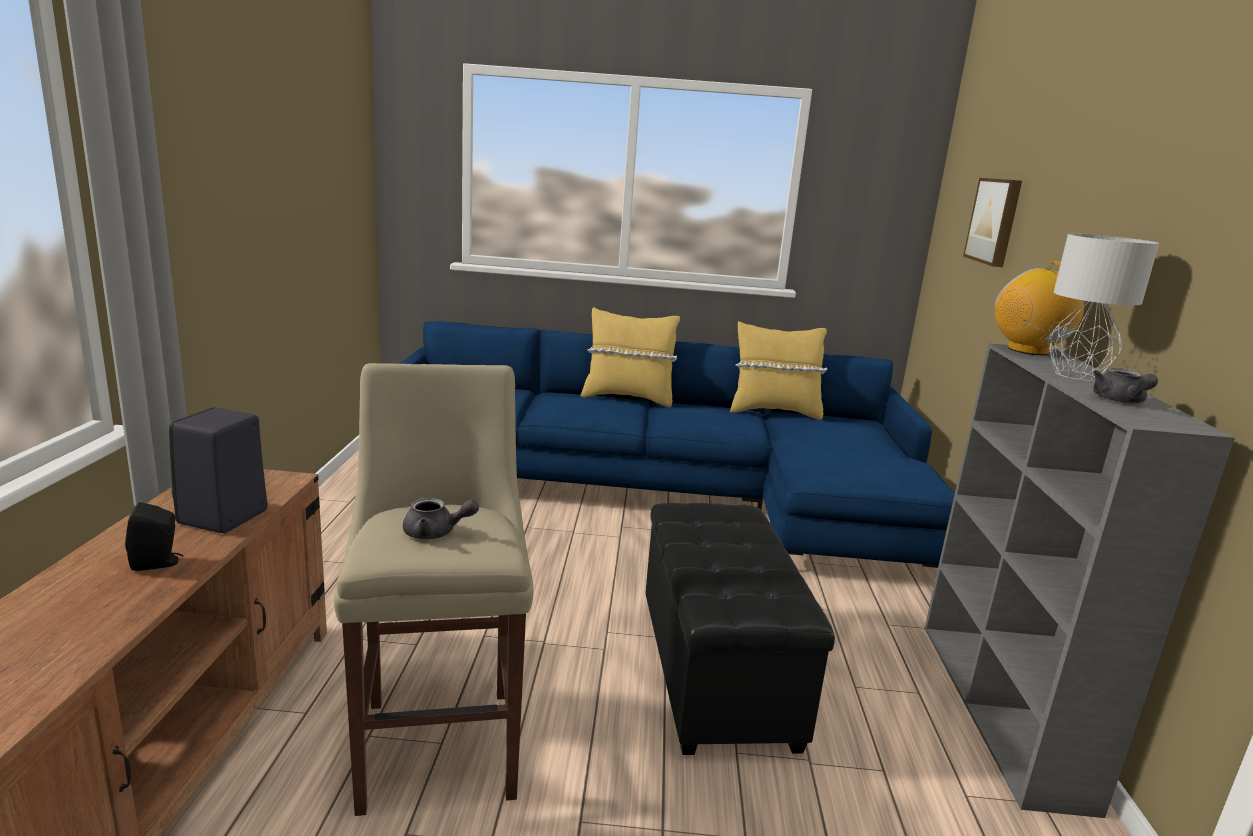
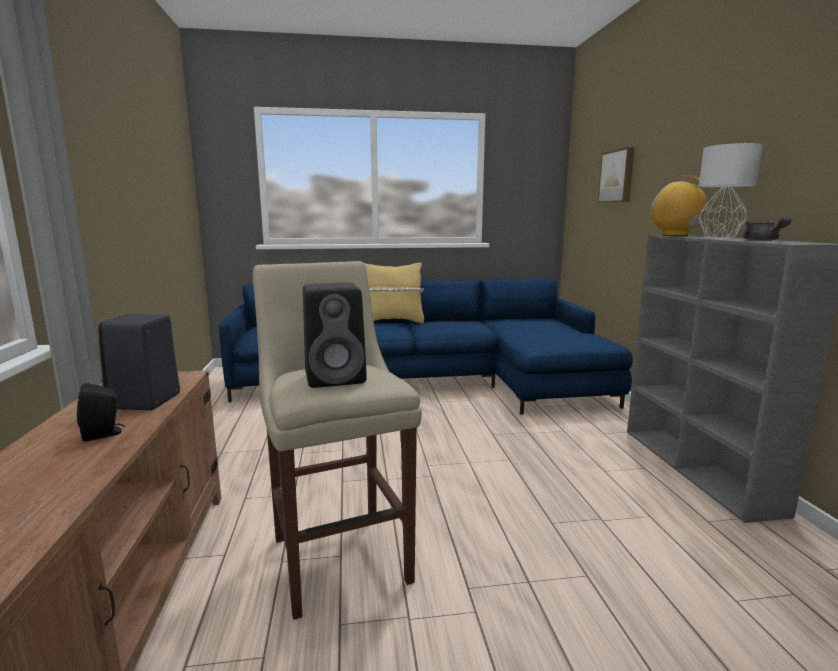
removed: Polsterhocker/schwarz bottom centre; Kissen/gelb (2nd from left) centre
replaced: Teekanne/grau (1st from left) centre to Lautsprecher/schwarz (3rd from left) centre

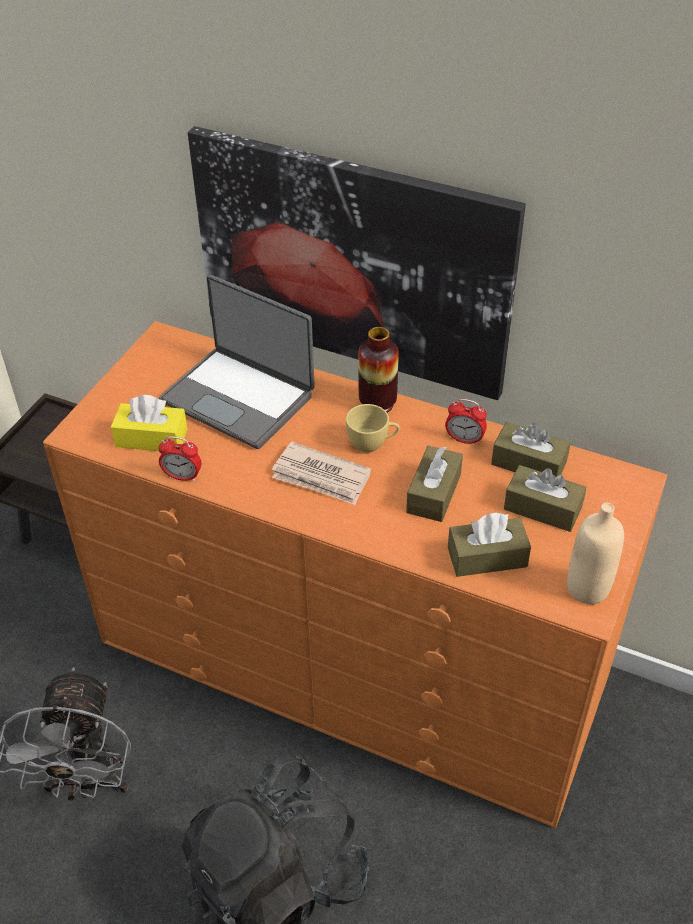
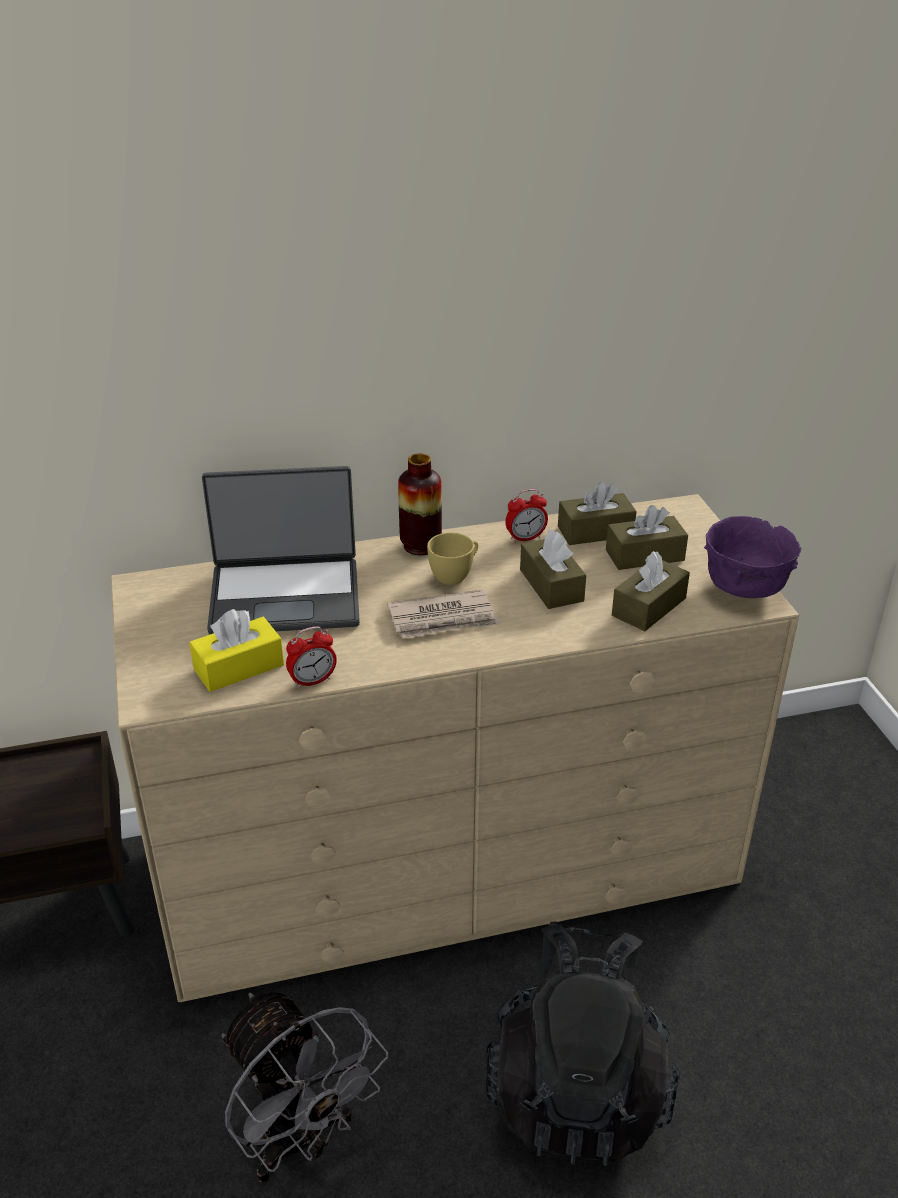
removed: Bild top centre
replaced: Flasche/beige middle right to Schüssel/lila middle right
recoloured: Kommode/orange centre to Kommode/beige centre

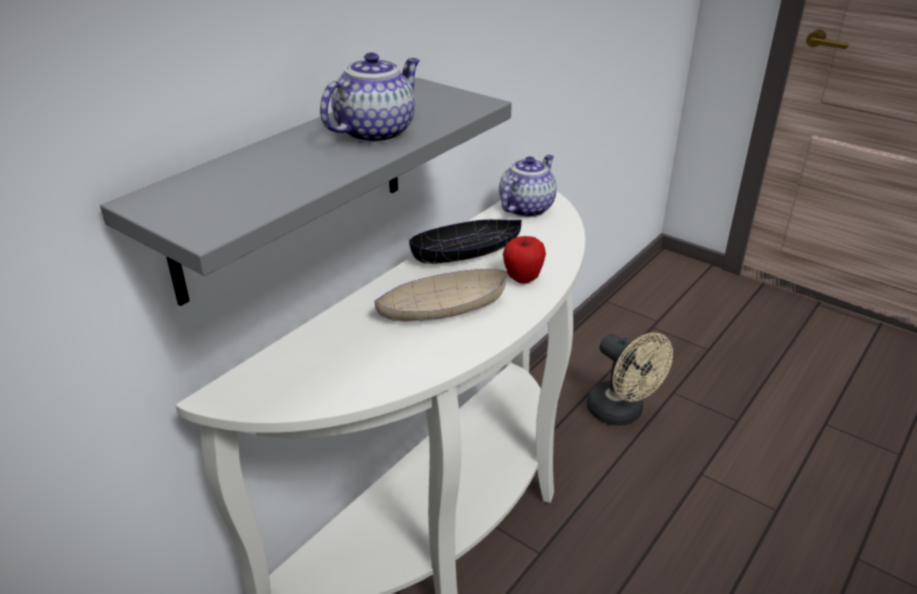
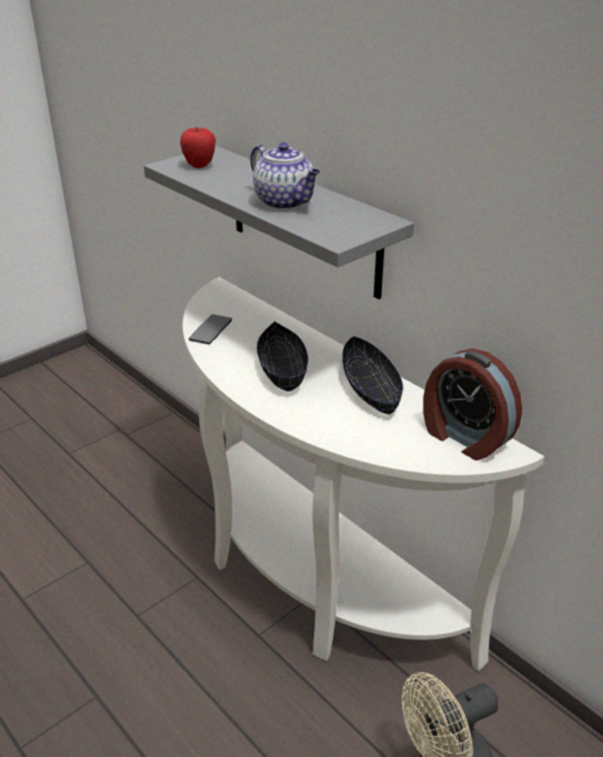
added: Handy centre
moved: Apfel centre to top left
replaced: Teekanne (2nd from left) top centre to Wecker middle right
recoloured: Schüssel/beige centre to Schüssel/schwarz (1st from left) centre

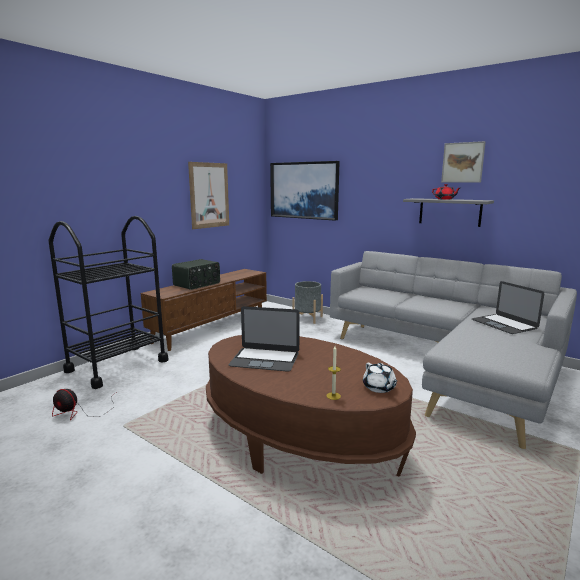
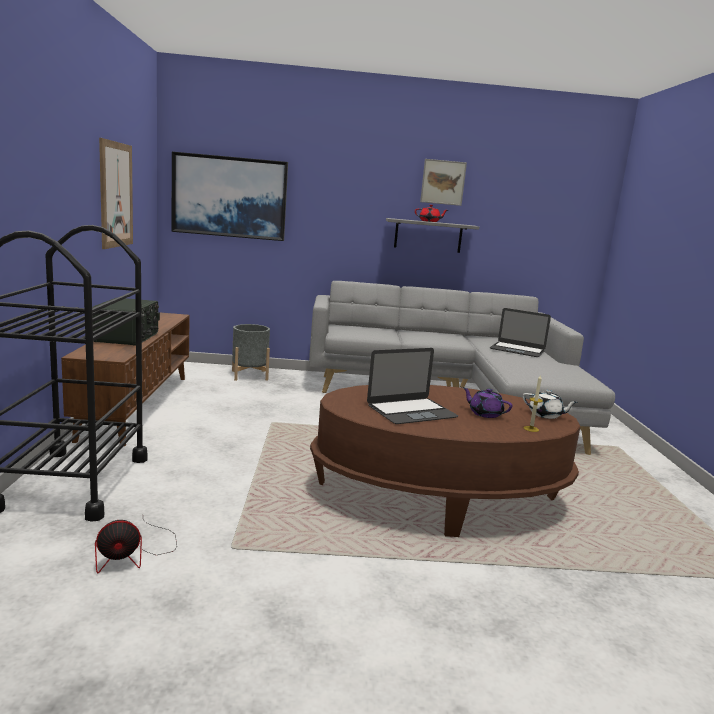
added: Teekanne/lila middle right

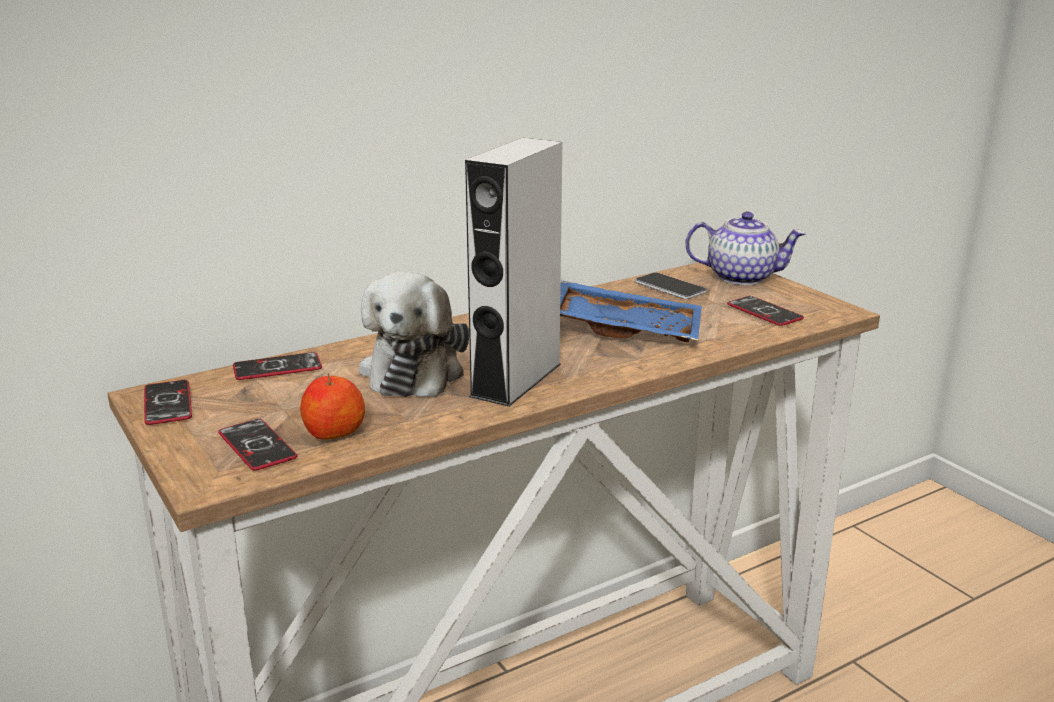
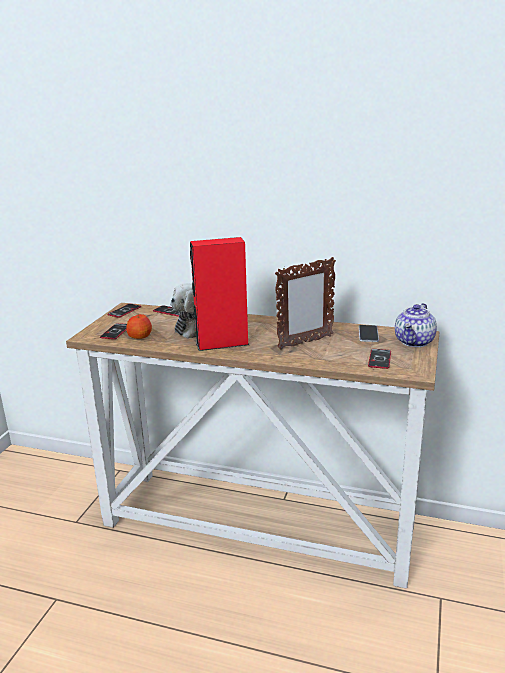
replaced: Tablett/blau centre to Bilderrahmen centre
recoloured: Lautsprecher/grau centre to Lautsprecher/rot centre
turned: Teekanne middle right = middle right 60 degrees clockwise

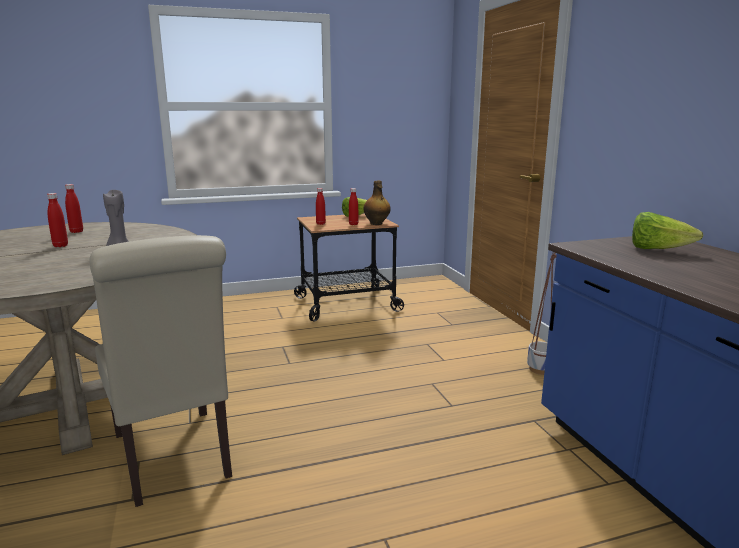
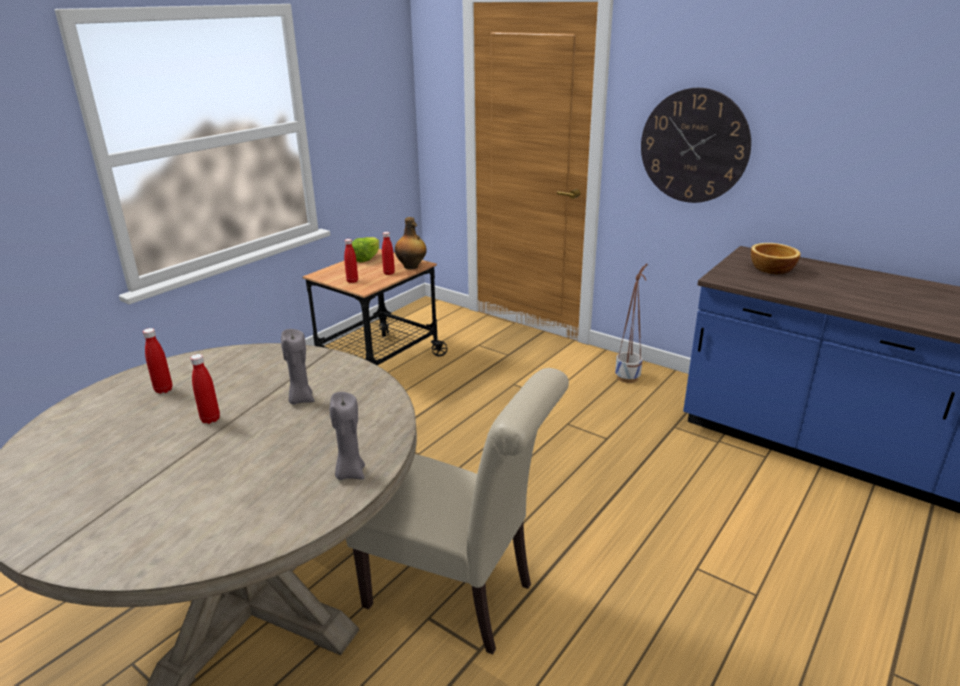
added: Kerze/grau (2nd from left) centre; Wanduhr top right
replaced: Salatkopf (2nd from left) middle right to Schüssel middle right

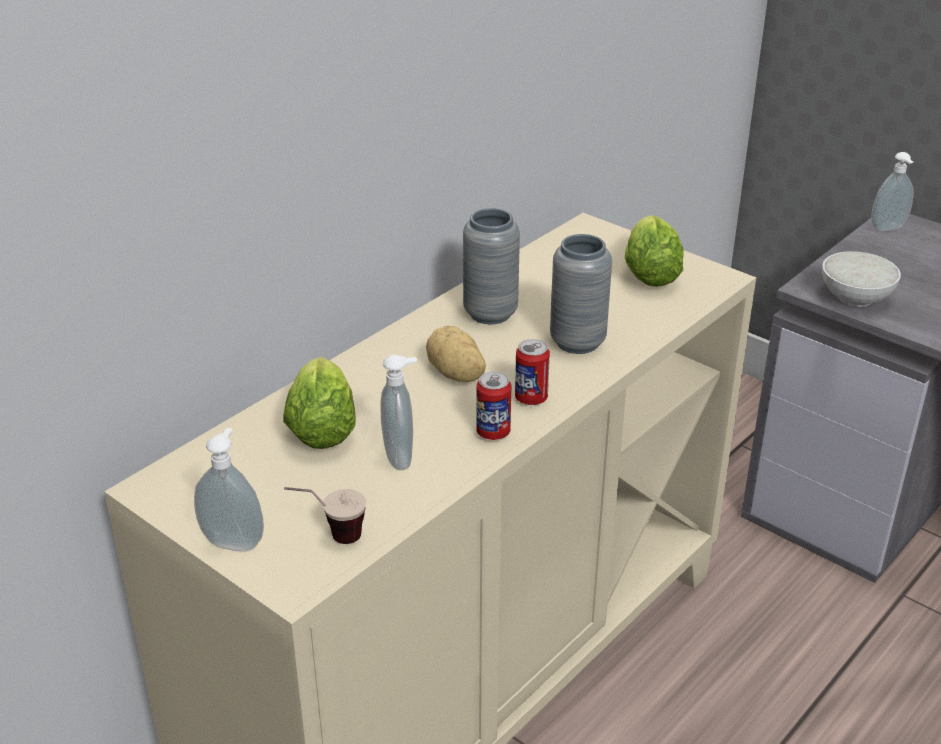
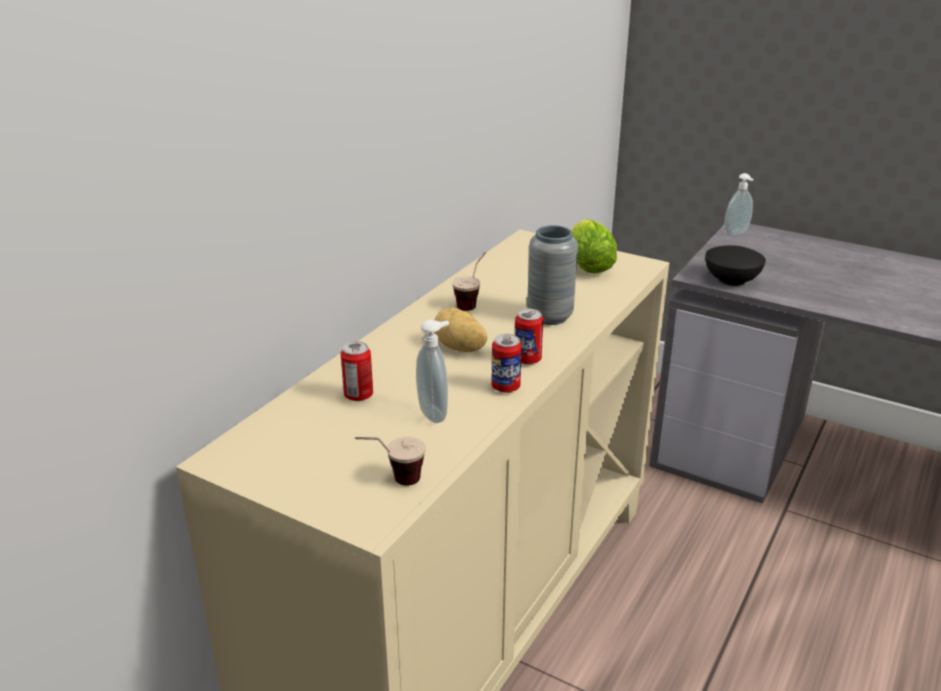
removed: Seifenspender (1st from left) middle left
replaced: Salatkopf (1st from left) centre to Dose (1st from left) centre; Vase/grau (1st from left) centre to Tasse (2nd from left) centre
recoloured: Schüssel/weiß middle right to Schüssel/schwarz middle right

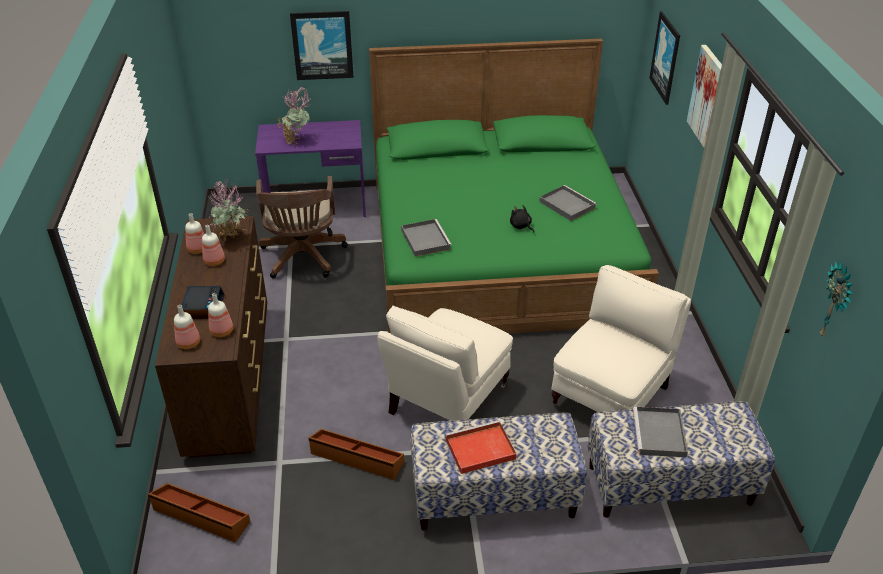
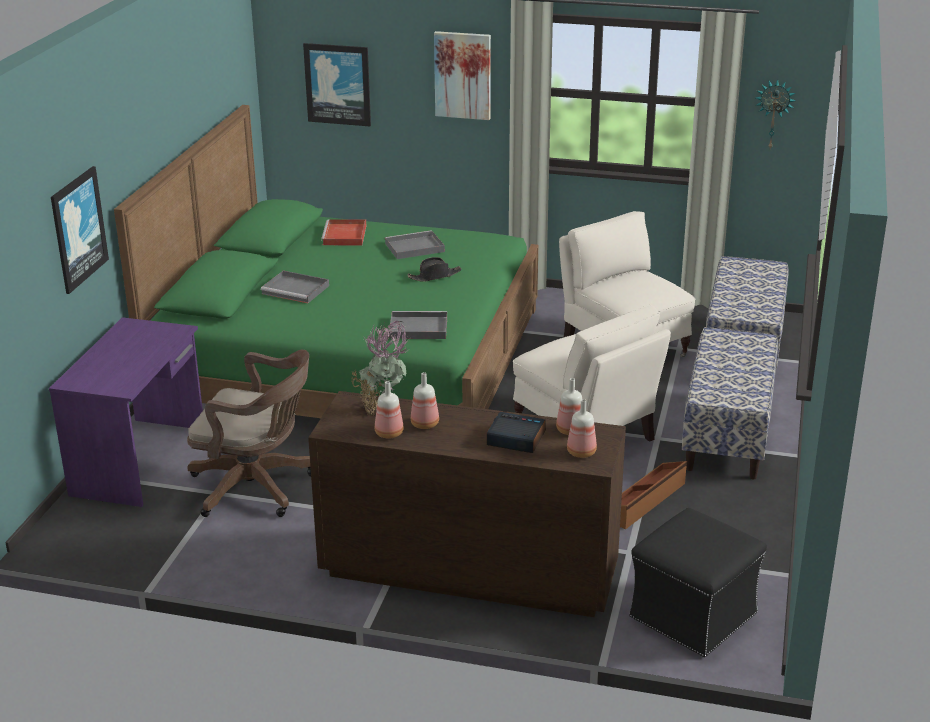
removed: Topfpflanze (2nd from left) top left
moved: Tablett/rot bottom centre to top centre; Tablett/grau (3rd from left in the first image) bottom right to Tablett/grau (1st from left) middle left
replaced: Aufbewahrungsbox/braun (1st from left) bottom left to Polsterhocker/schwarz bottom right; Plüschtier/schwarz centre to Hut/schwarz centre

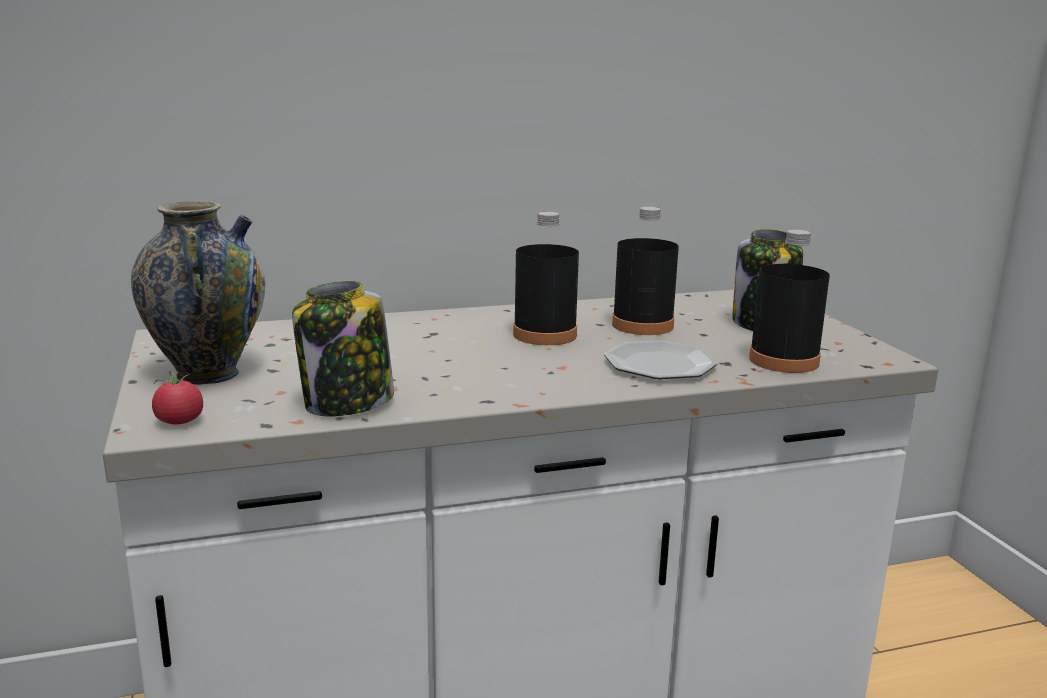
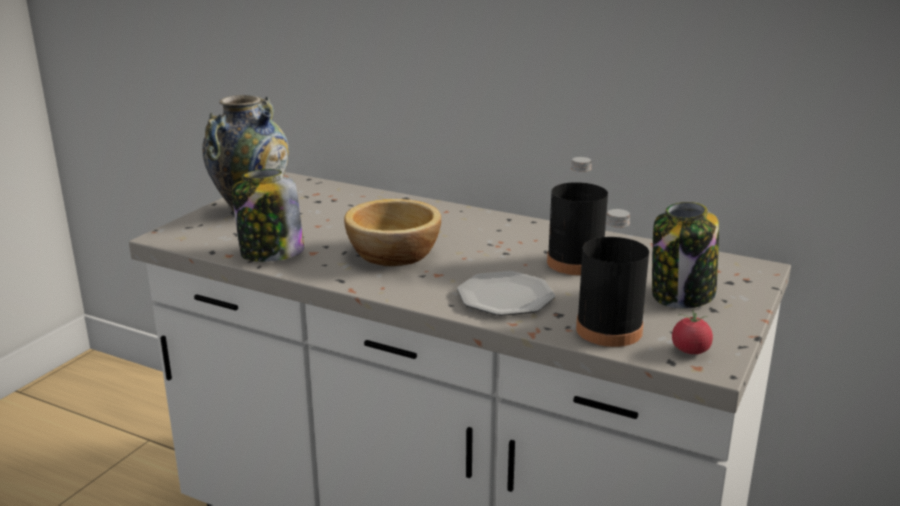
removed: Flasche/schwarz (1st from left) centre
added: Schüssel centre
moved: Tomate middle left to middle right

